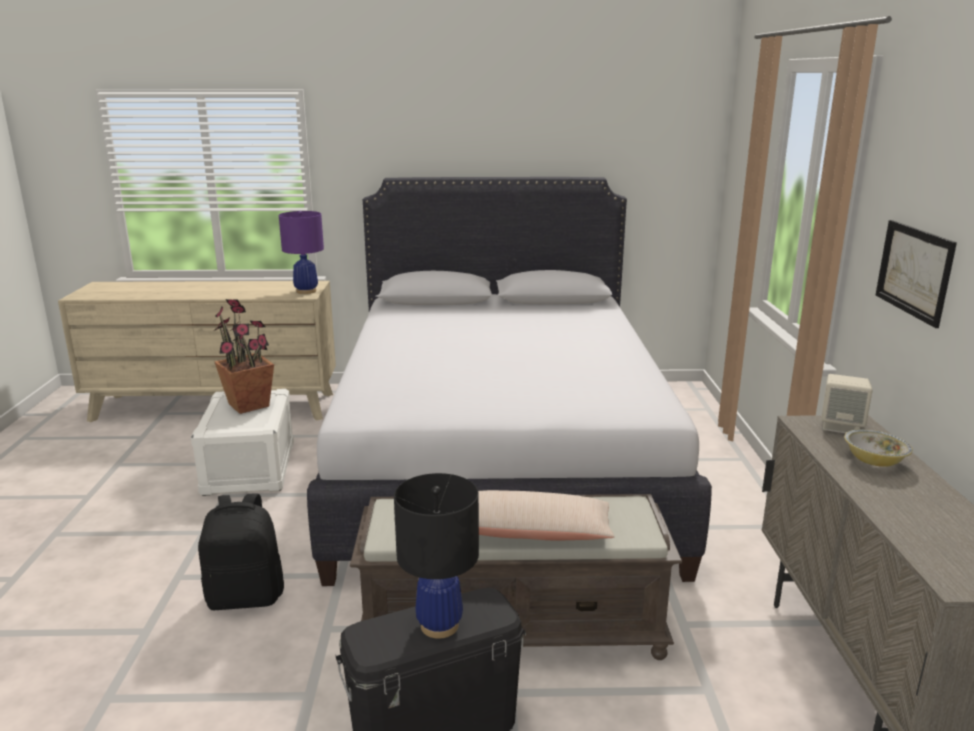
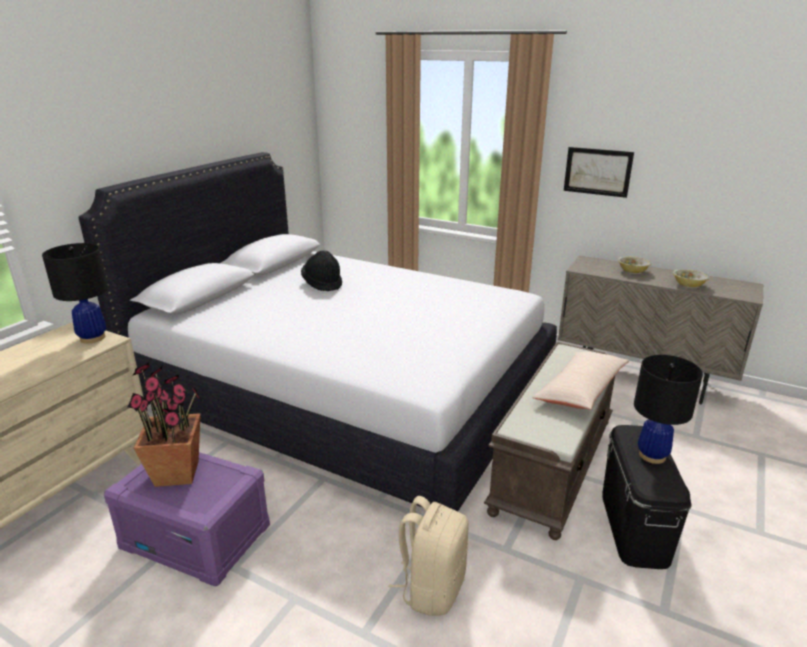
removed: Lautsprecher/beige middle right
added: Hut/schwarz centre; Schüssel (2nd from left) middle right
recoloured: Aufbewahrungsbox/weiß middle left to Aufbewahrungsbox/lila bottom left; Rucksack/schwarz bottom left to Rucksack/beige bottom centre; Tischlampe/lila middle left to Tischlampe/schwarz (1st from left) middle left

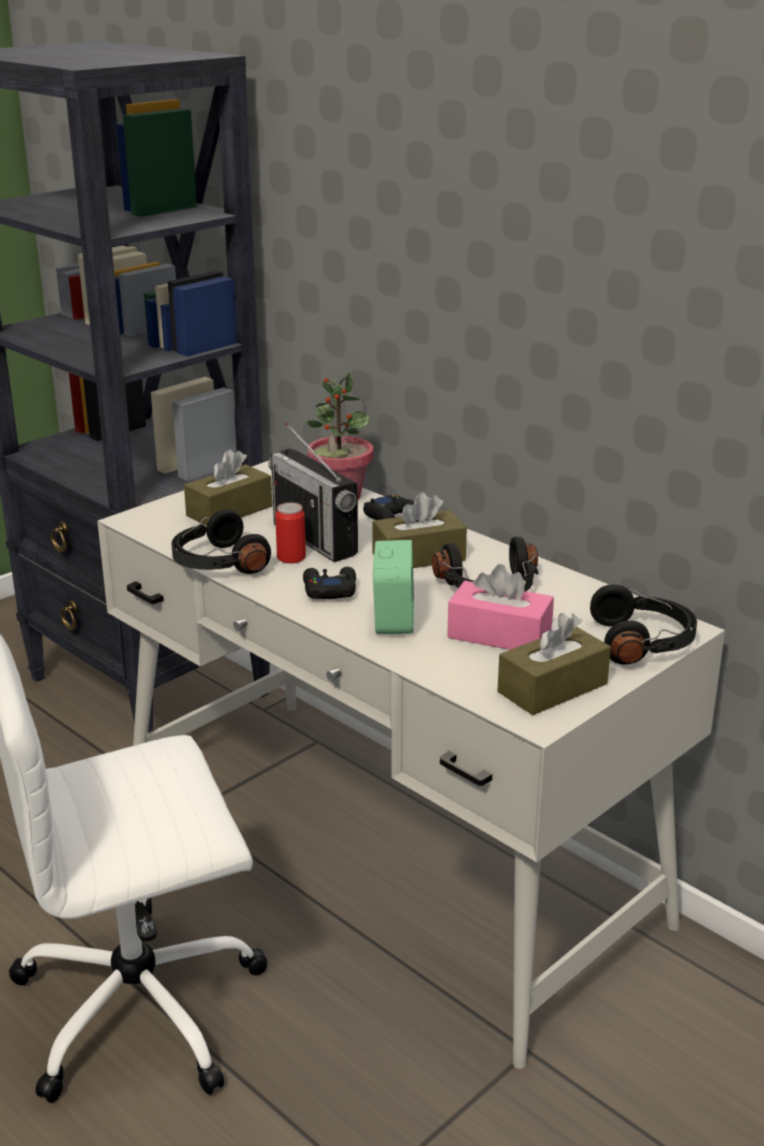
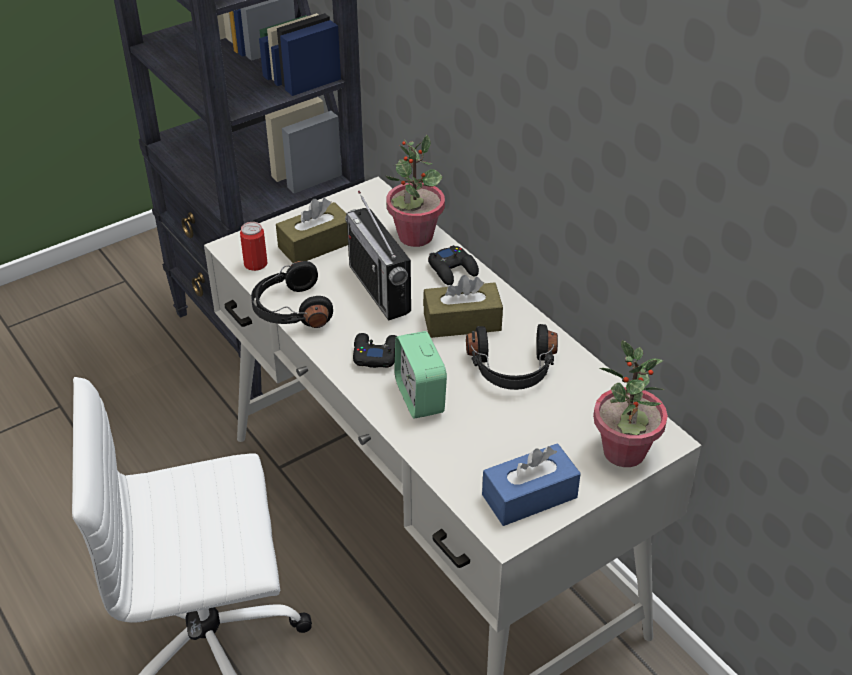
removed: Taschentuchbox/rosa centre
moved: Dose centre to middle left
replaced: Kopfhörer/schwarz (3rd from left) middle right to Topfpflanze (2nd from left) middle right
recoloured: Taschentuchbox/braun (3rd from left) middle right to Taschentuchbox/blau bottom centre
turned: Wecker centre = centre 150 degrees clockwise

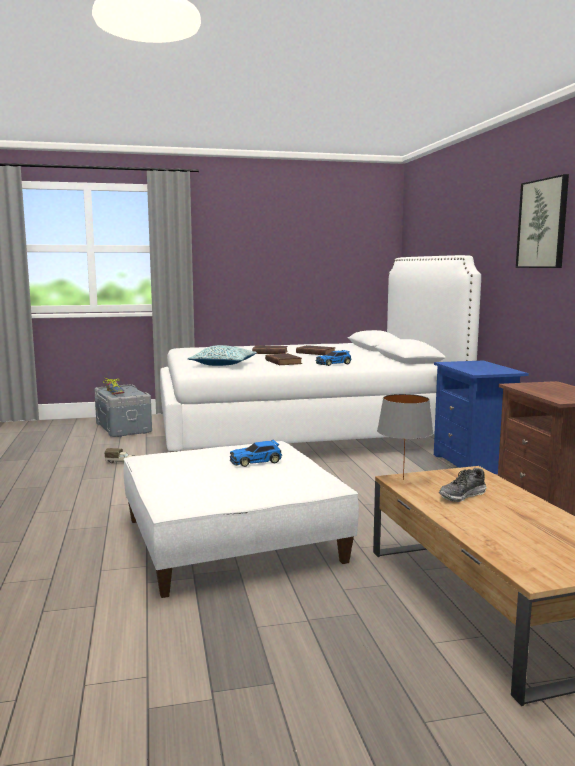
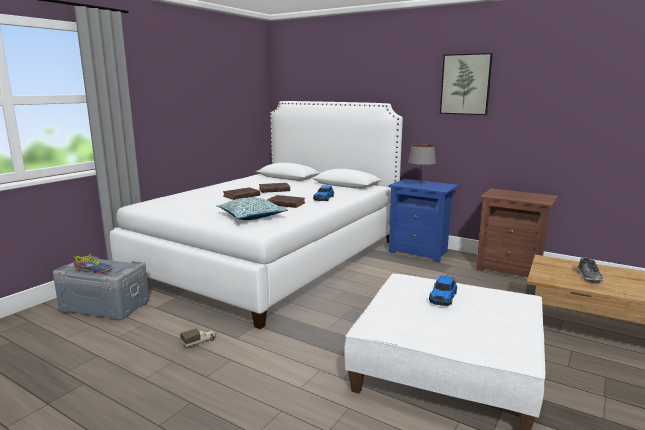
moved: Tischlampe/grau middle right to centre

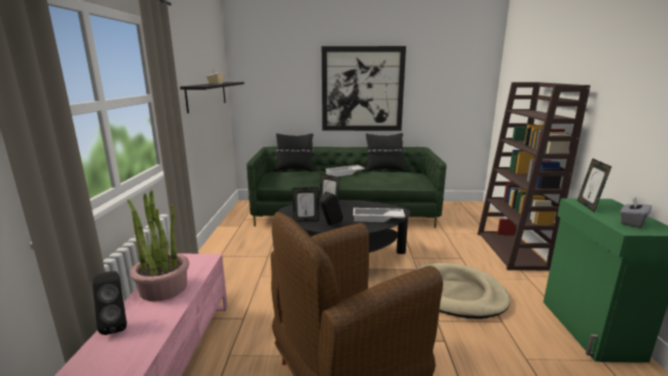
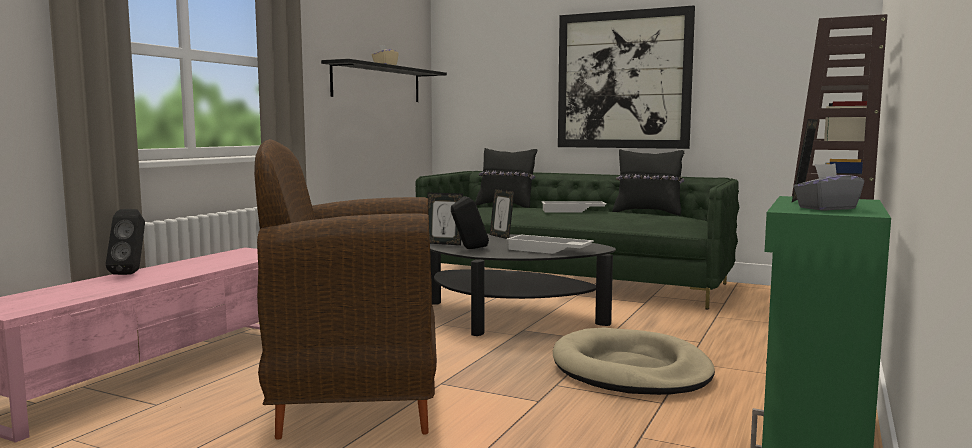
removed: Topfpflanze middle left

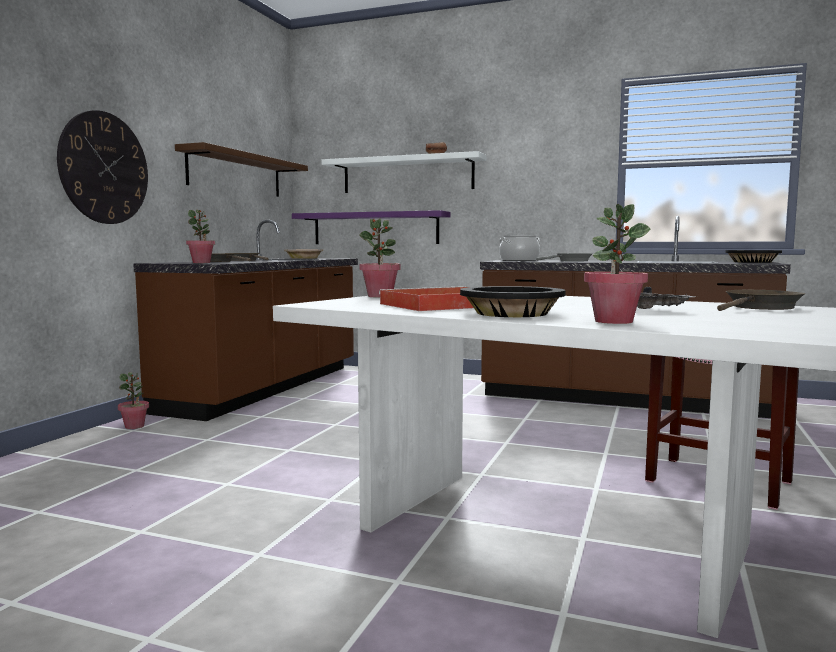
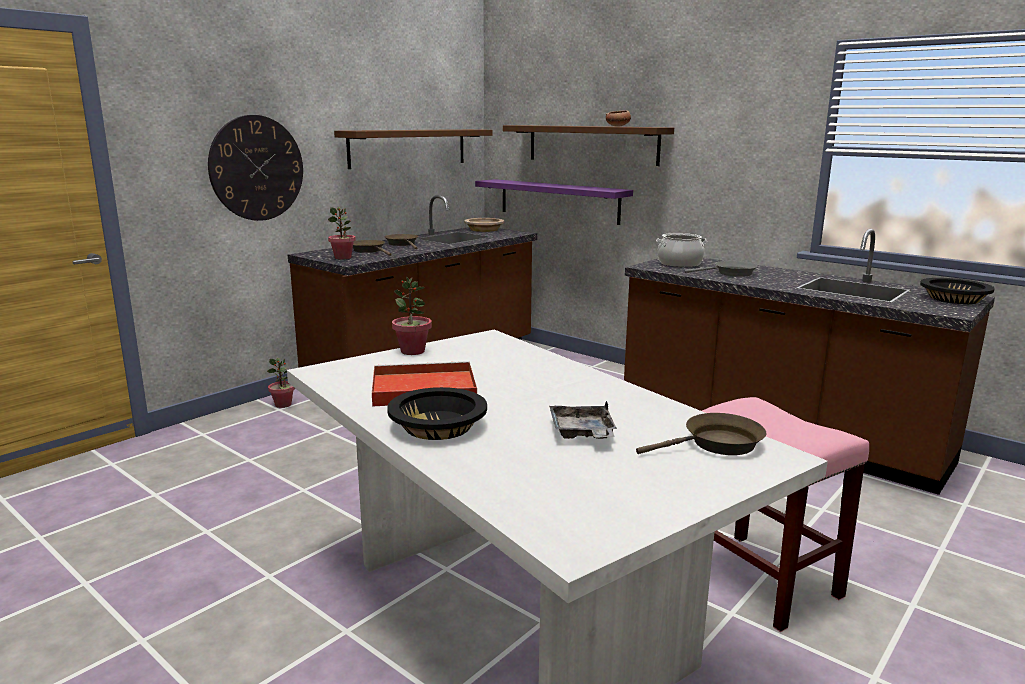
removed: Topfpflanze (4th from left) middle right
recoloured: Wandregal/weiß top centre to Wandregal/braun (2nd from left) top centre

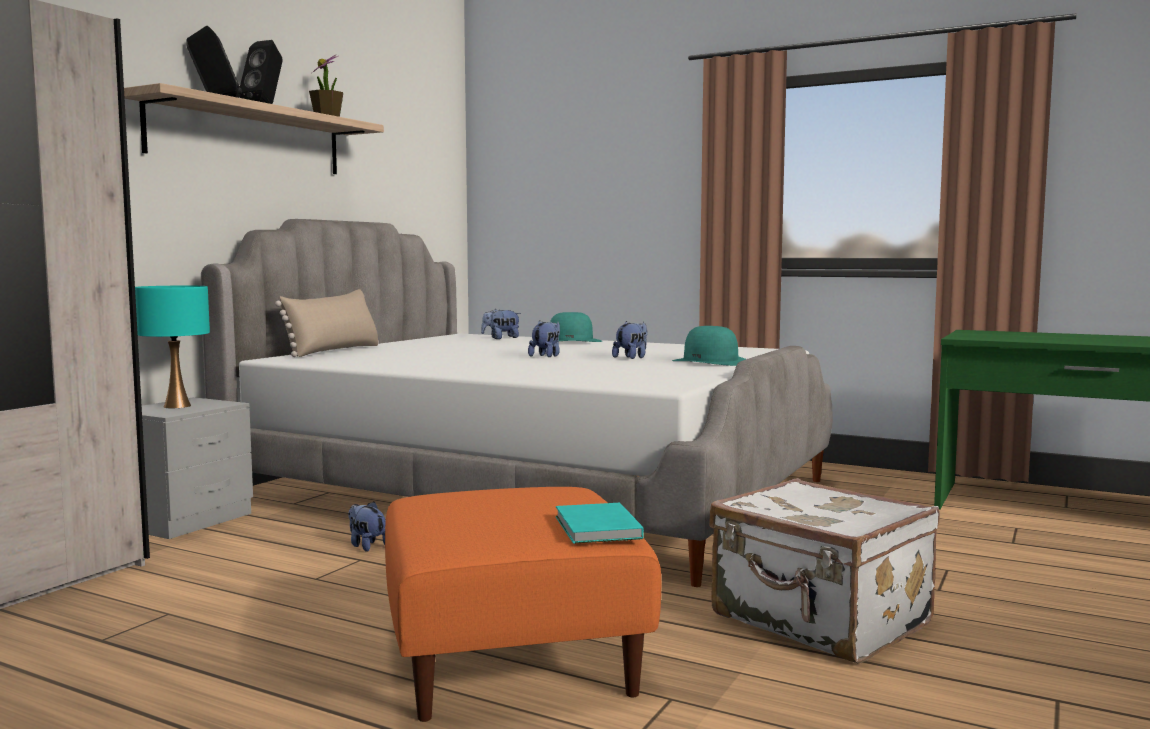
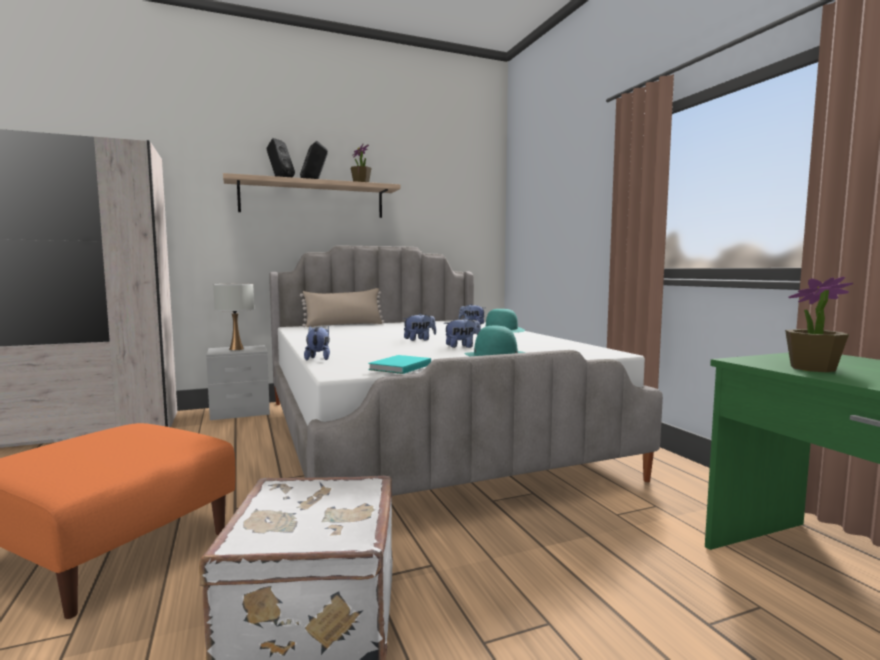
added: Topfpflanze (2nd from left) middle right
moved: Plüschtier (1st from left) bottom left to centre; Buch/türkis bottom centre to centre
recoloured: Tischlampe/türkis middle left to Tischlampe/weiß middle left

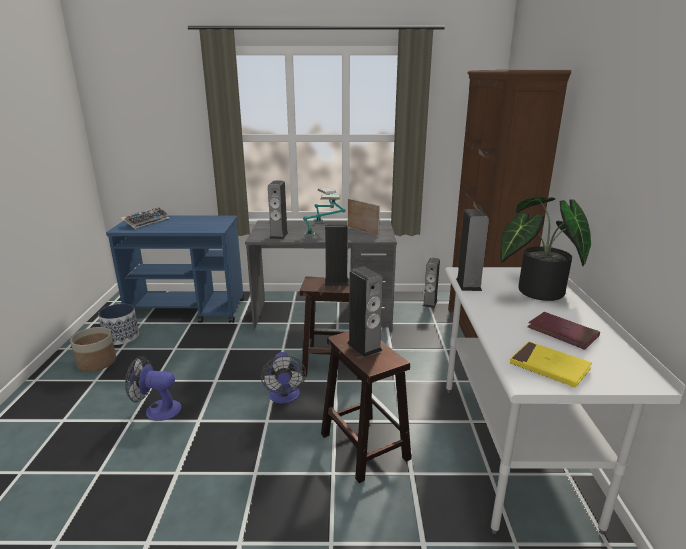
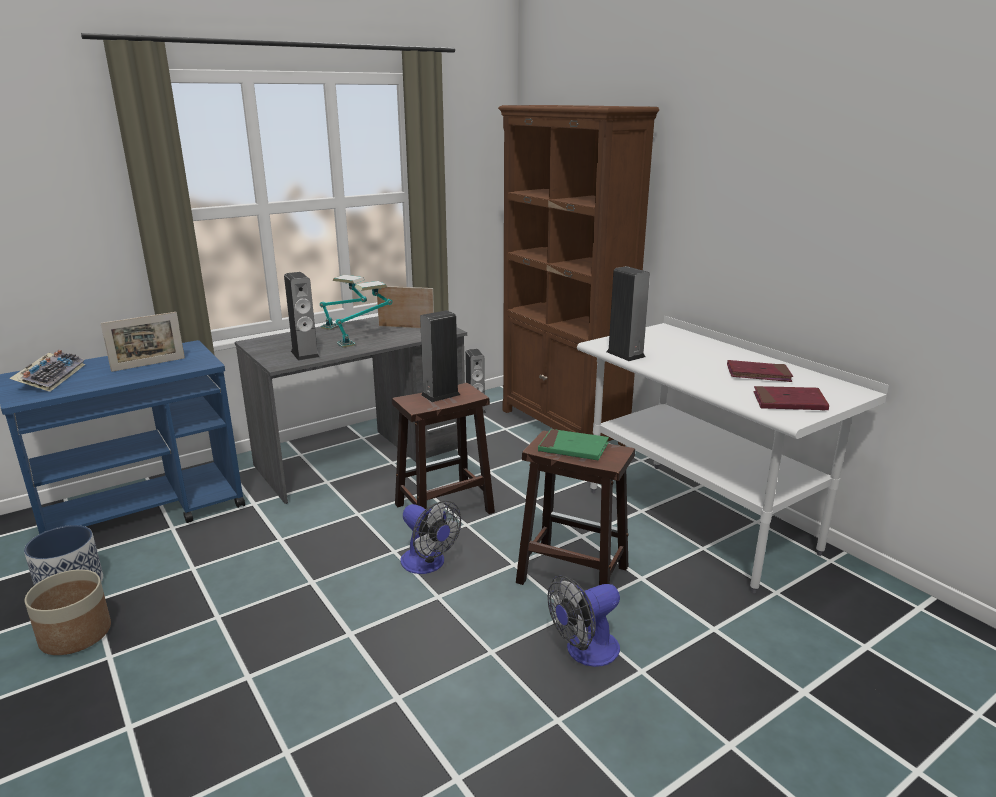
removed: Topfpflanze middle right
added: Bilderrahmen (1st from left) middle left
moved: Ventilator (1st from left in the first image) bottom left to Ventilator (2nd from left) bottom centre
replaced: Lautsprecher (3rd from left) centre to Buch/grün centre
recoloured: Buch/gelb middle right to Buch/rot (2nd from left) middle right

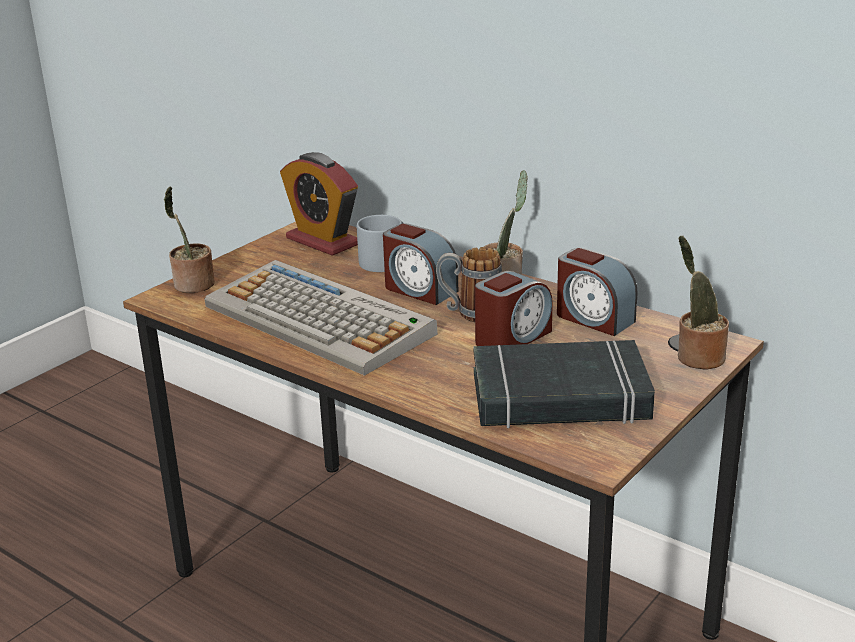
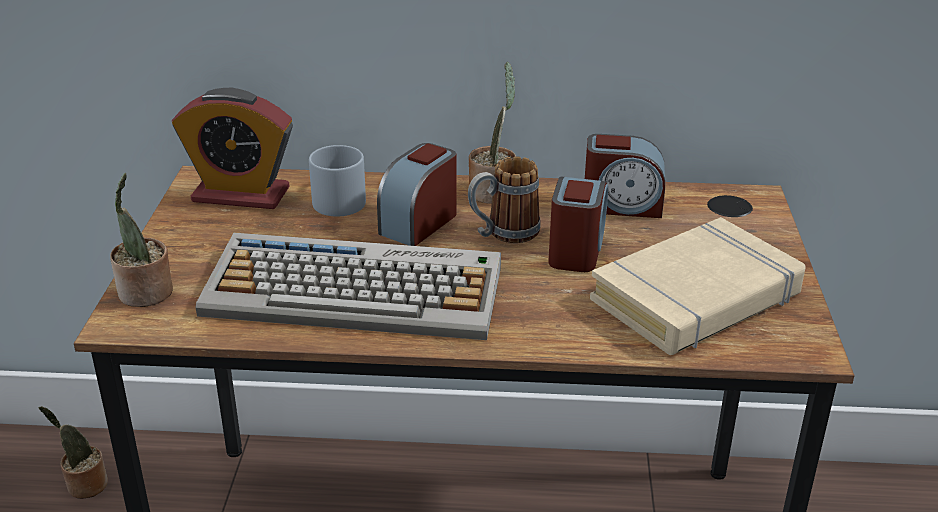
moved: Topfpflanze (3rd from left in the first image) middle right to Topfpflanze (1st from left) bottom left
recoloured: Buch/schwarz centre to Buch/beige middle right
turned: Wecker (2nd from left) centre = centre 120 degrees clockwise

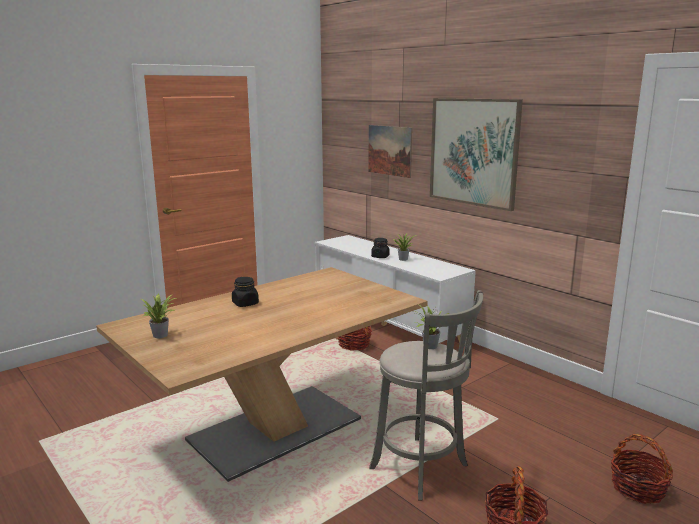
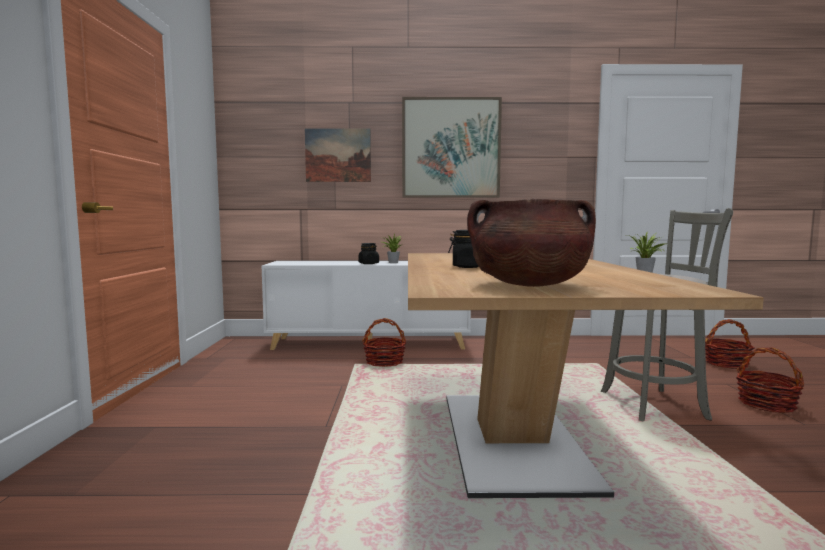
replaced: Topfpflanze (1st from left) middle left to Kochtopf/braun centre

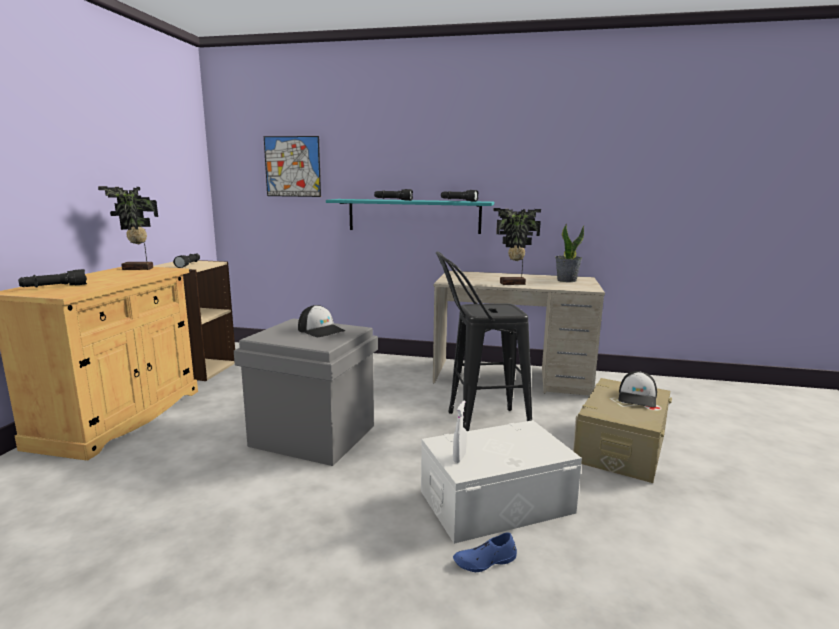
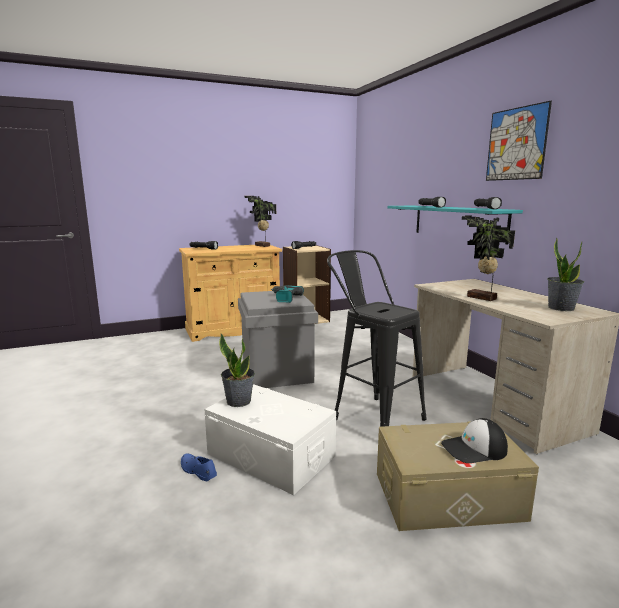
moved: Bild top centre to top right
replaced: Kappe (1st from left) centre to Bohrmaschine centre; Sprühflasche/weiß bottom centre to Topfpflanze (1st from left) centre

